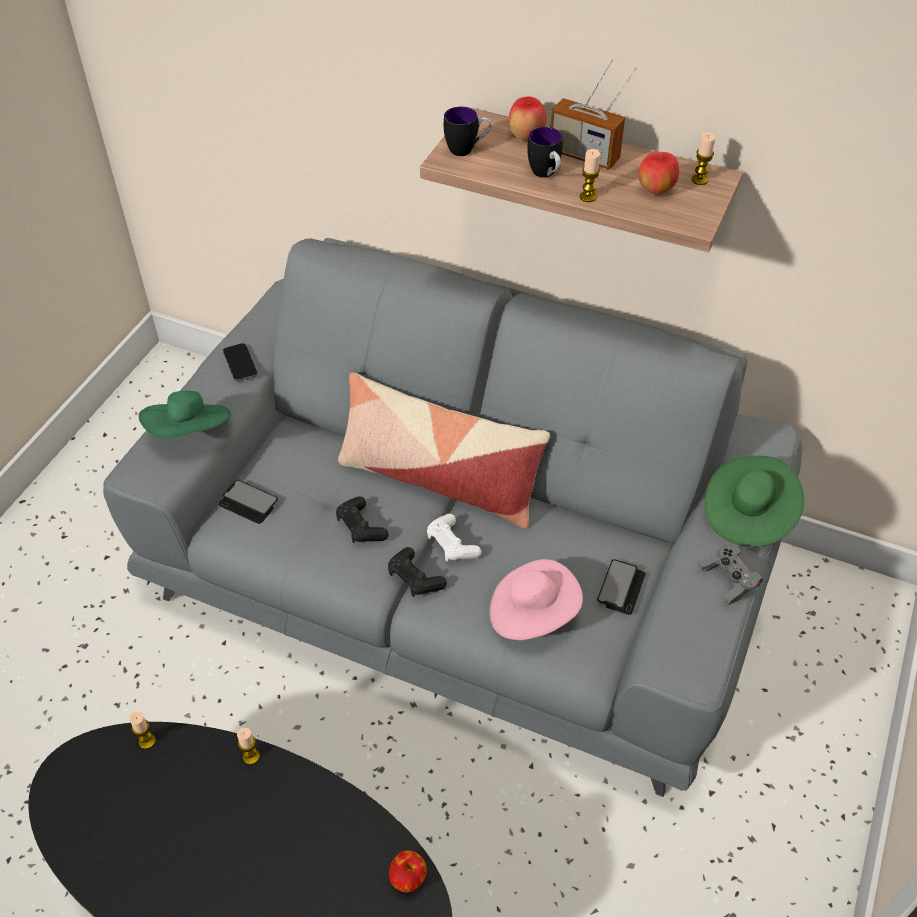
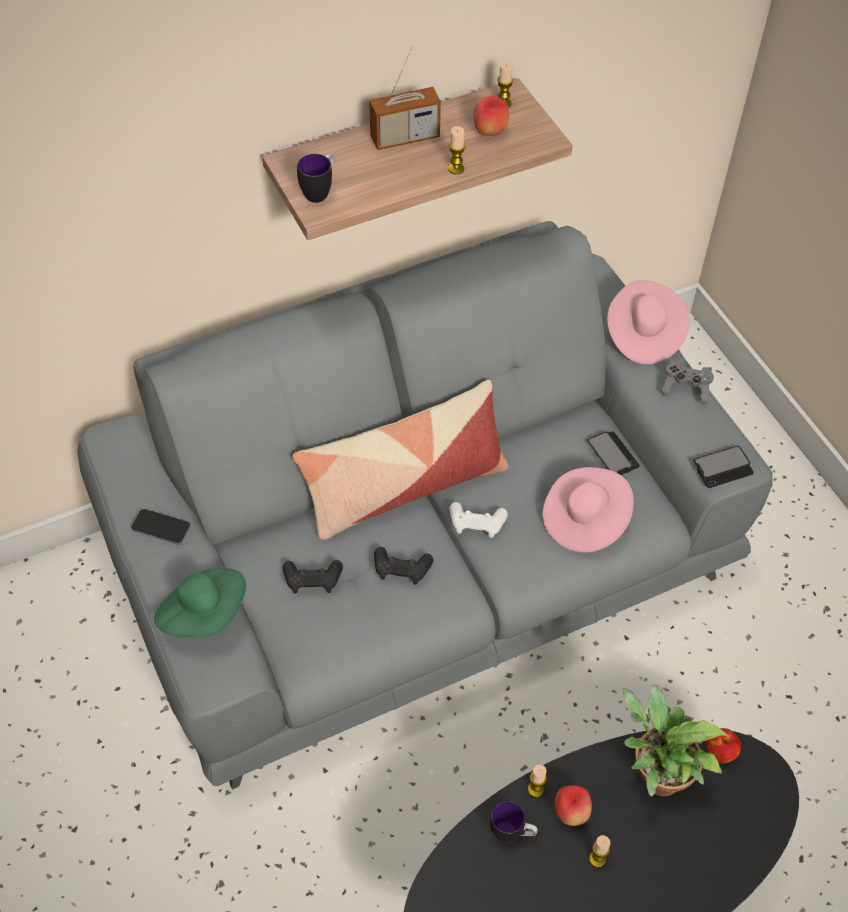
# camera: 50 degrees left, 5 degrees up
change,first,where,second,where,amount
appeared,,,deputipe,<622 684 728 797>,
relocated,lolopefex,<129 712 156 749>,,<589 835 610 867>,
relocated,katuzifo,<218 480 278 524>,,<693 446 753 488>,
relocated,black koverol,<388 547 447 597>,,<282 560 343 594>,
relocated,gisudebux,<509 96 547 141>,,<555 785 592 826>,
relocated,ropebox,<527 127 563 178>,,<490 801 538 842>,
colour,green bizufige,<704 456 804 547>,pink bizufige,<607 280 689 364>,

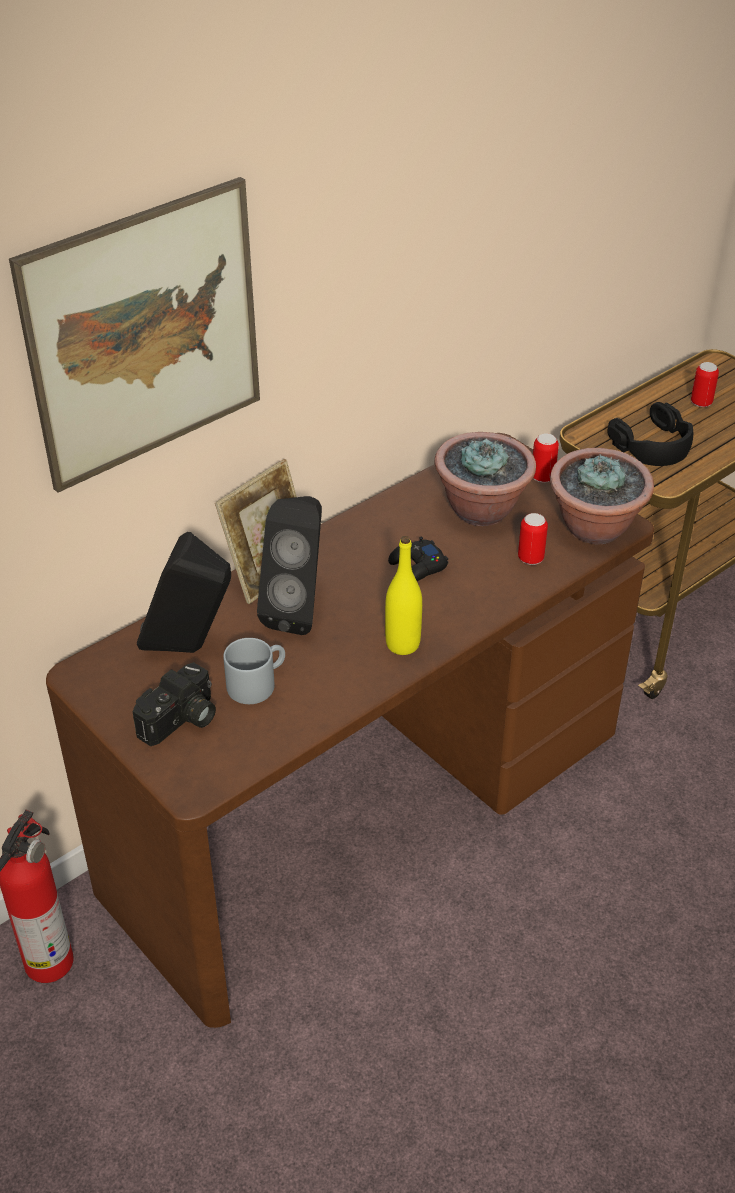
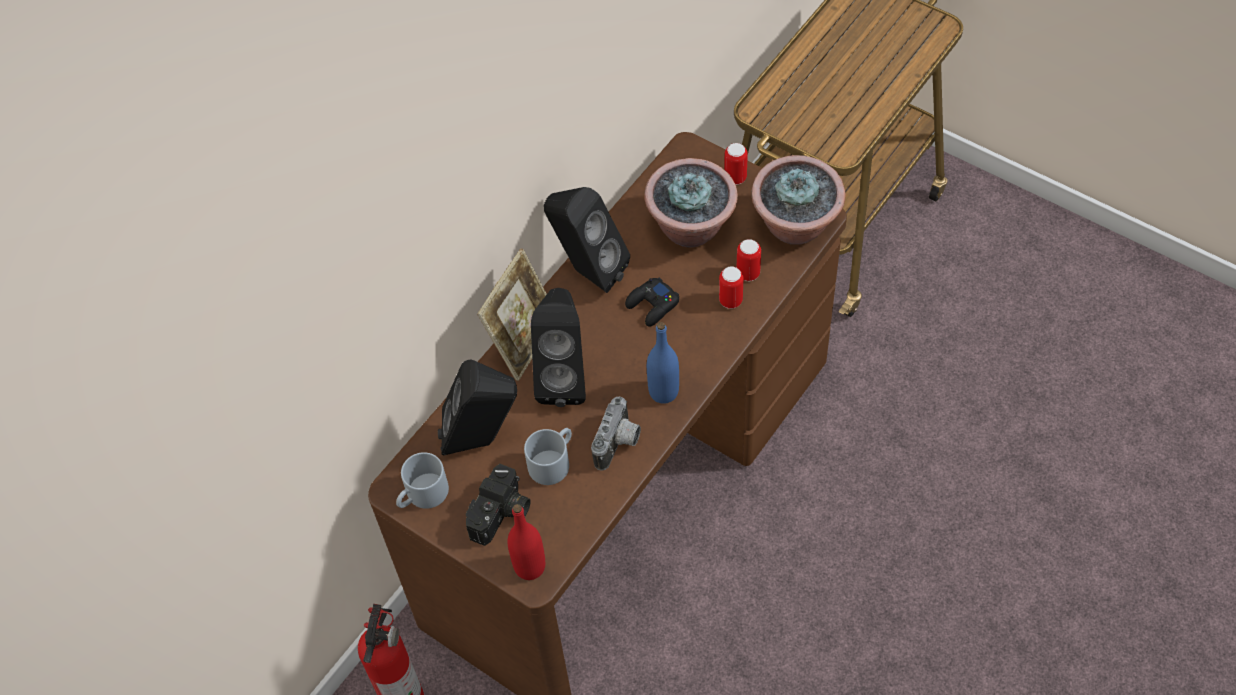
# camera: 10 degrees left, 15 degrees up
change,first,where,second,where,amount
missing,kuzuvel,<9 177 260 493>,,,
missing,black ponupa,<607 402 693 466>,,,
appeared,,,grey ropebox,<396 452 449 509>,
appeared,,,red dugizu,<507 504 545 580>,
appeared,,,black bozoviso,<544 187 630 293>,
appeared,,,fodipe,<591 397 641 471>,
relocated,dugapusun,<691 362 719 407>,,<719 266 744 309>,
colour,yellow dugizu,<385 536 422 655>,blue dugizu,<647 322 679 404>,

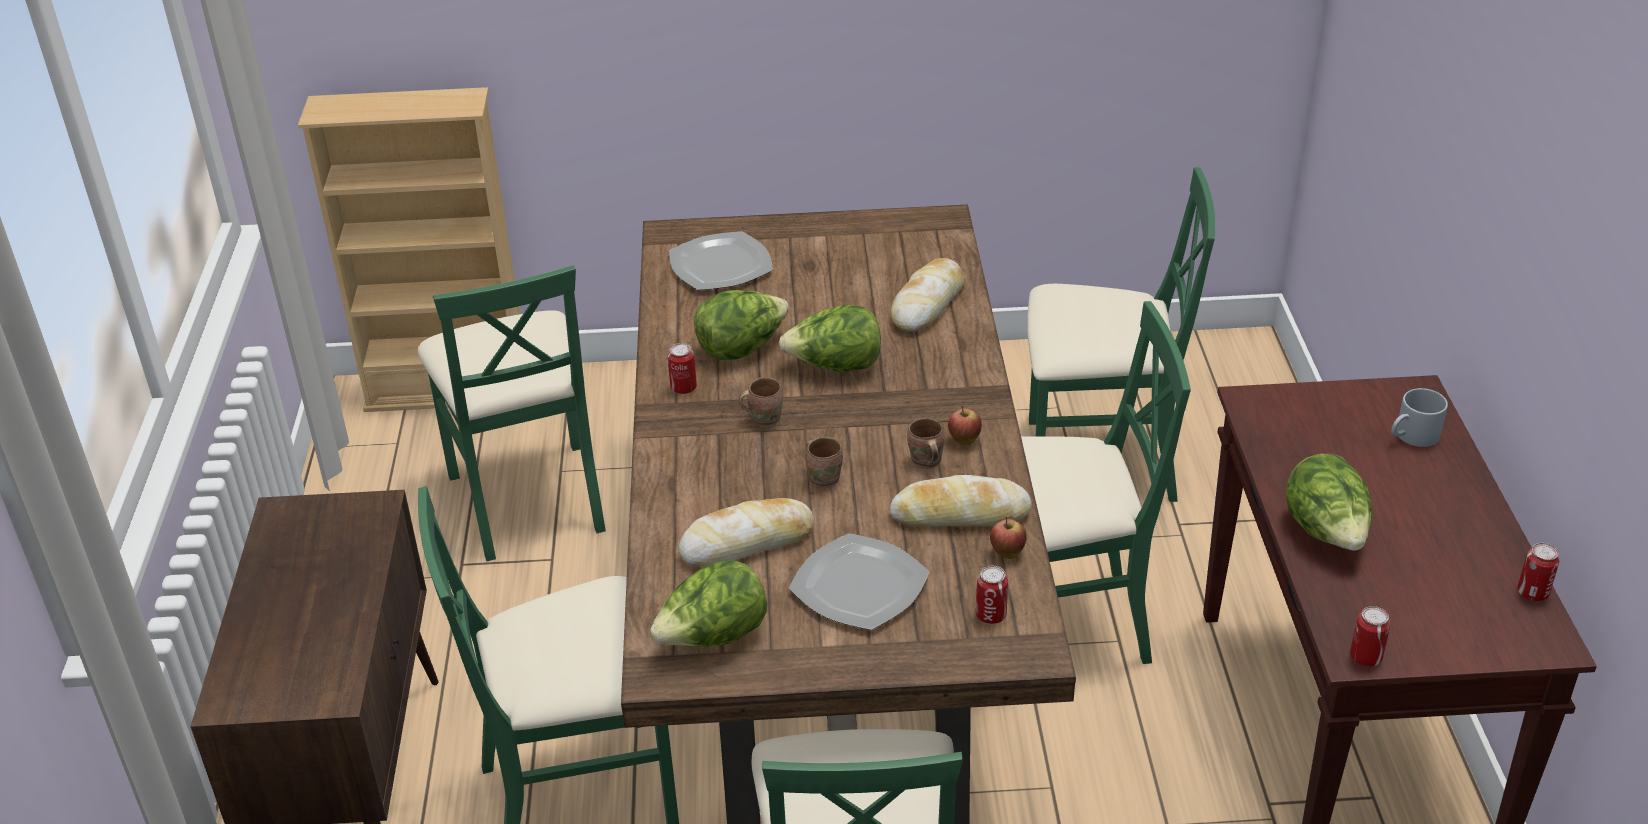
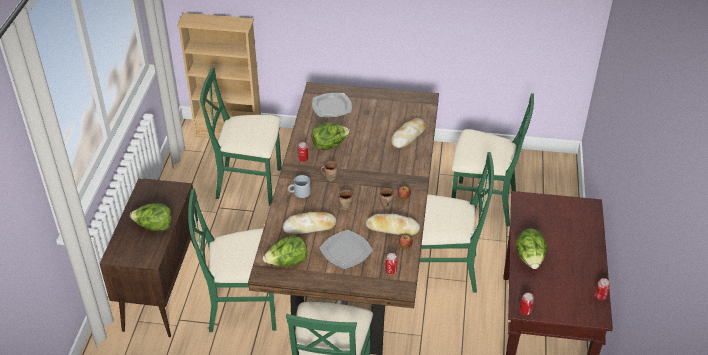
# camera: 10 degrees right, 5 degrees up
change,first,where,second,where,amount
relocated,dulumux,<779 305 881 372>,,<130 203 172 231>,
relocated,grey ropebox,<1391 388 1448 447>,,<288 175 311 198>,
spun,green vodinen,<418 265 606 561>,,<200 68 281 206>,105 degrees clockwise

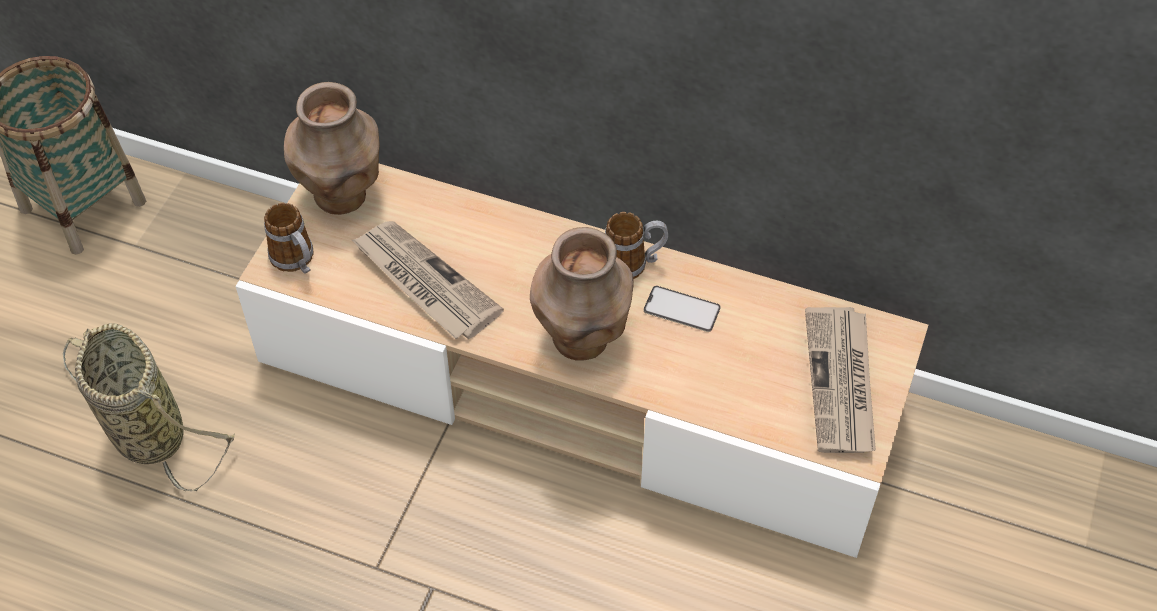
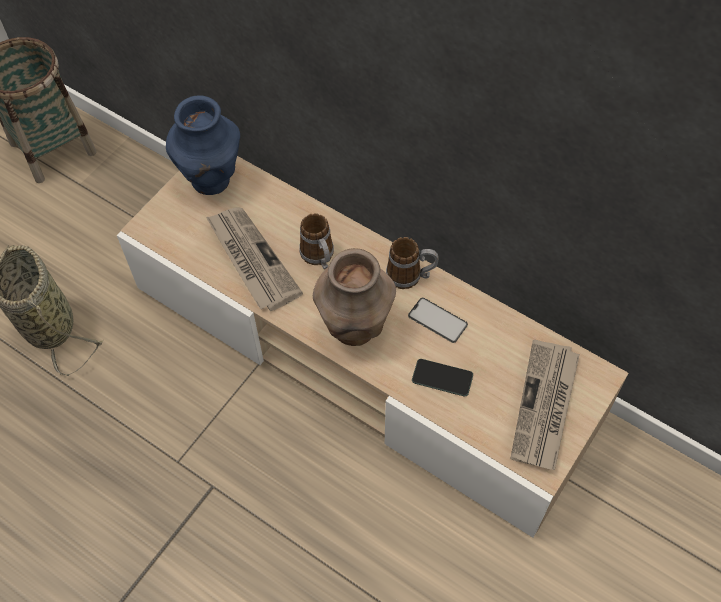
# camera: 15 degrees right, 5 degrees up
change,first,where,second,where,amount
appeared,,,katuzifo,<412 359 473 397>,
relocated,ropebox,<264 203 314 274>,,<299 213 334 269>,
colour,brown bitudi,<284 82 380 215>,blue bitudi,<166 95 240 195>,

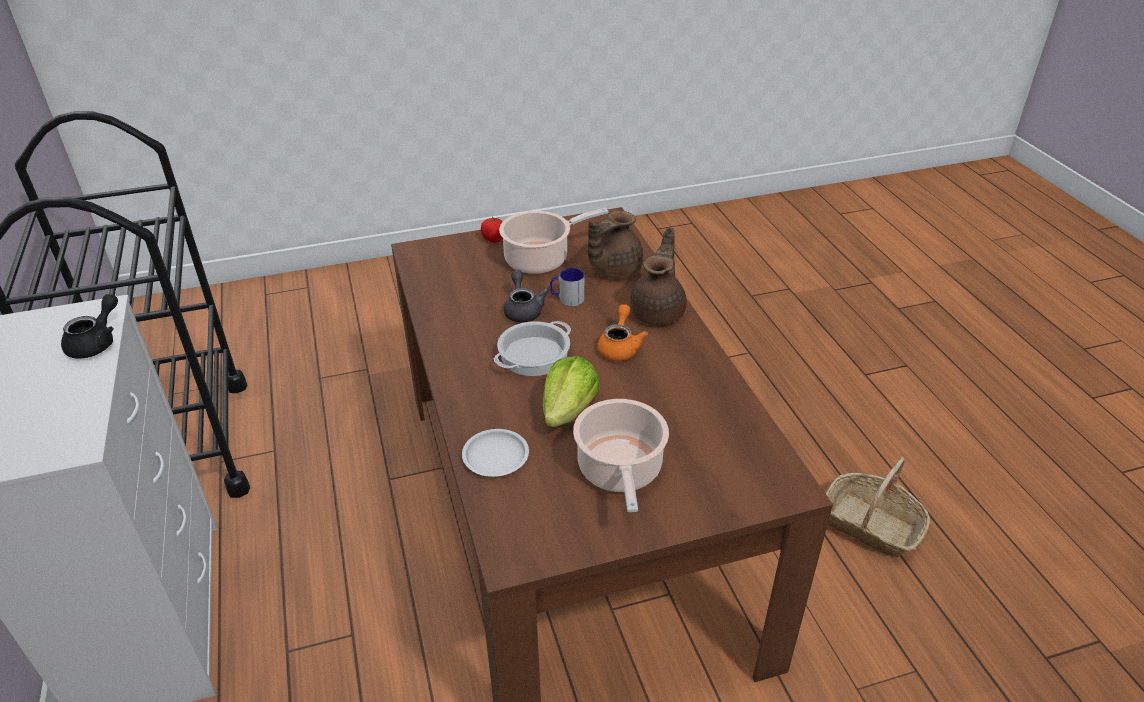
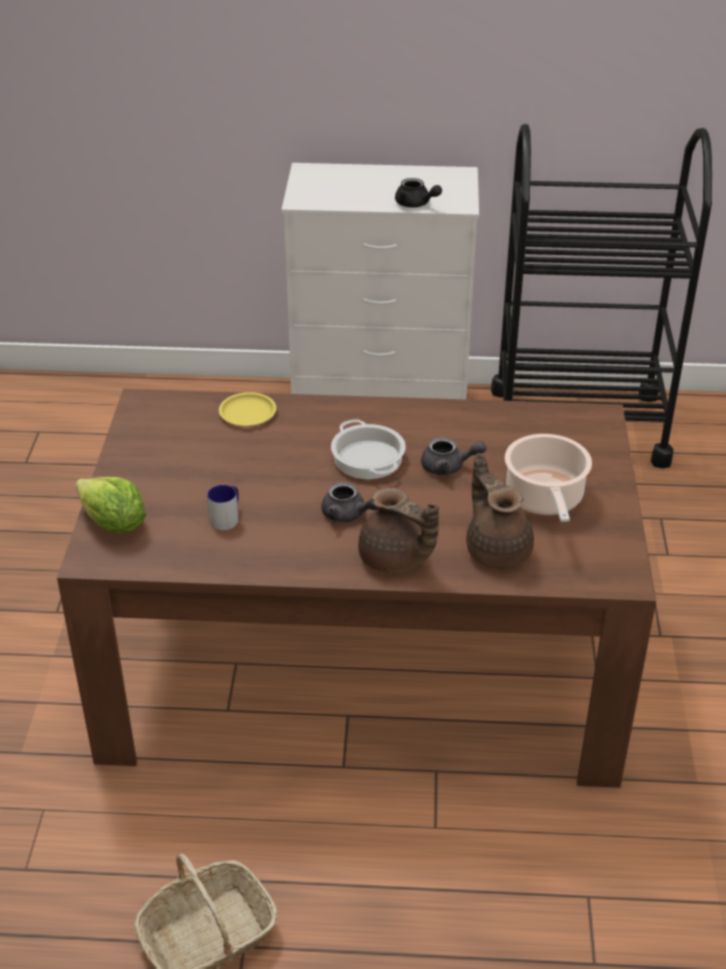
# camera: 110 degrees right, 0 degrees up
change,first,where,second,where,amount
missing,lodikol,<481 217 503 243>,,,
missing,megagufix,<573 399 669 512>,,,
relocated,dulumux,<543 356 600 427>,,<75 477 146 533>,
relocated,ropebox,<550 268 584 306>,,<207 485 239 530>,
colour,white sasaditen,<462 429 529 477>,yellow sasaditen,<219 392 276 426>,
colour,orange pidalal,<597 304 648 361>,grey pidalal,<321 482 379 522>,

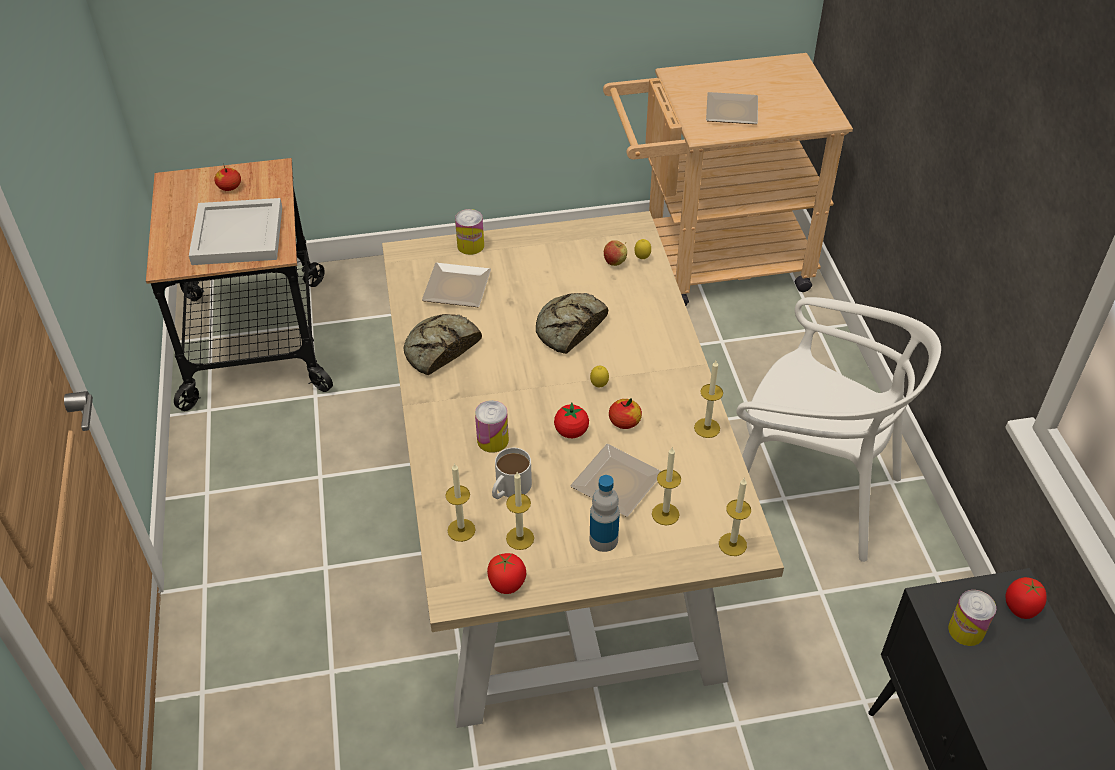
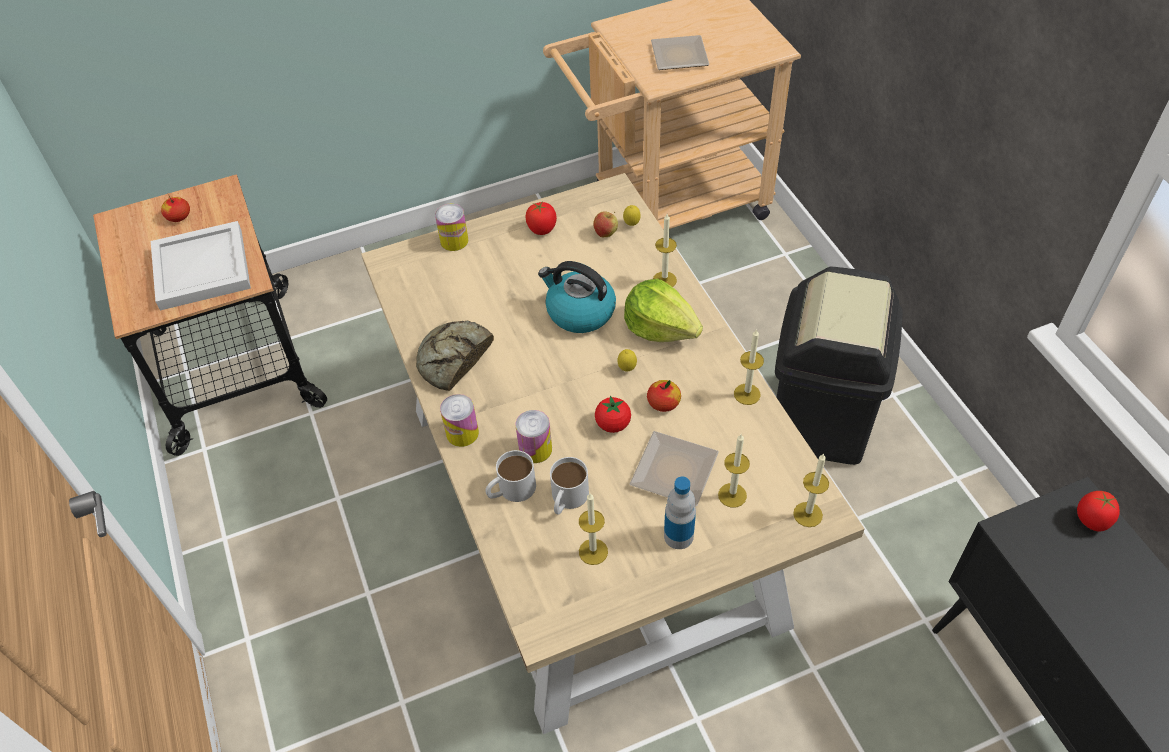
# camera: 10 degrees left, 5 degrees up
change,first,where,second,where,amount
missing,sasaditen,<422 263 491 307>,,,
appeared,,,white ropebox,<485 450 536 502>,
appeared,,,dulumux,<624 278 703 342>,
relocated,lolopefex,<445 463 476 542>,,<653 214 677 287>,
relocated,lodikol,<487 553 526 594>,,<525 202 557 235>,
relocated,dugapusun,<948 590 996 646>,,<440 394 479 447>,
exchanged,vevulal,<536 293 608 354>,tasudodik,<538 261 616 333>,
exchanged,white vodinen,<736 297 941 562>,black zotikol,<775 267 903 465>,

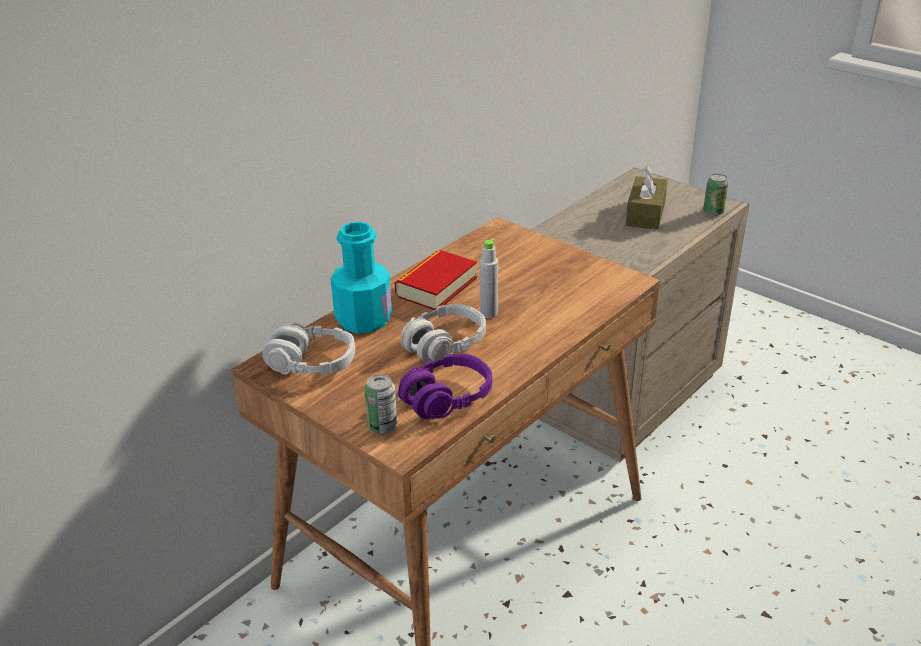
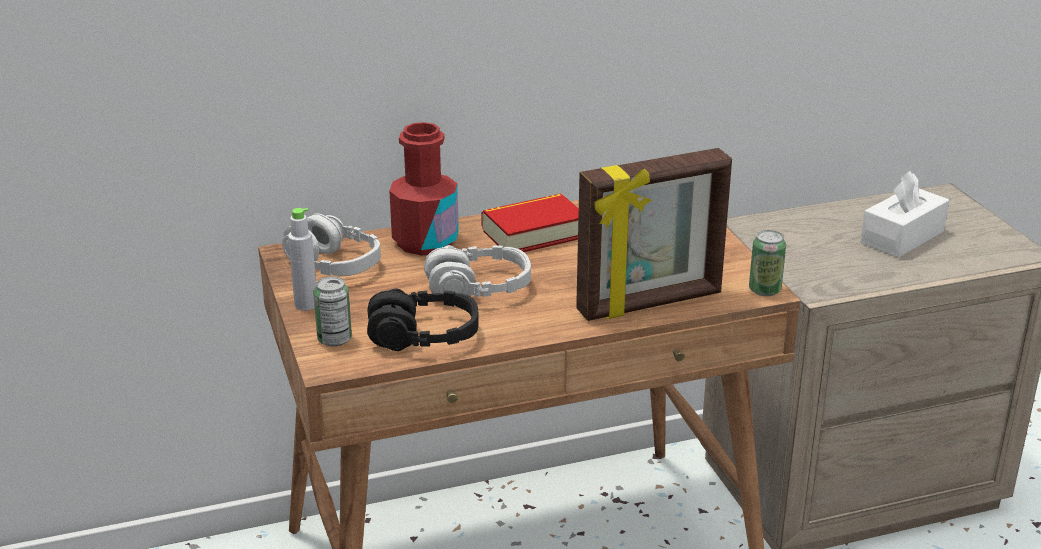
# camera: 30 degrees right, 5 degrees down
change,first,where,second,where,amount
appeared,,,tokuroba,<576 148 732 321>,
relocated,grey dugizu,<480 239 498 318>,,<288 208 316 311>,
relocated,dugapusun,<703 174 728 216>,,<749 230 786 296>,
colour,turquoise dugizu,<331 222 392 334>,red dugizu,<389 122 459 255>,
colour,purple ponupa,<398 354 492 419>,black ponupa,<367 288 479 351>,
colour,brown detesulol,<626 166 668 230>,white detesulol,<860 171 949 258>,

